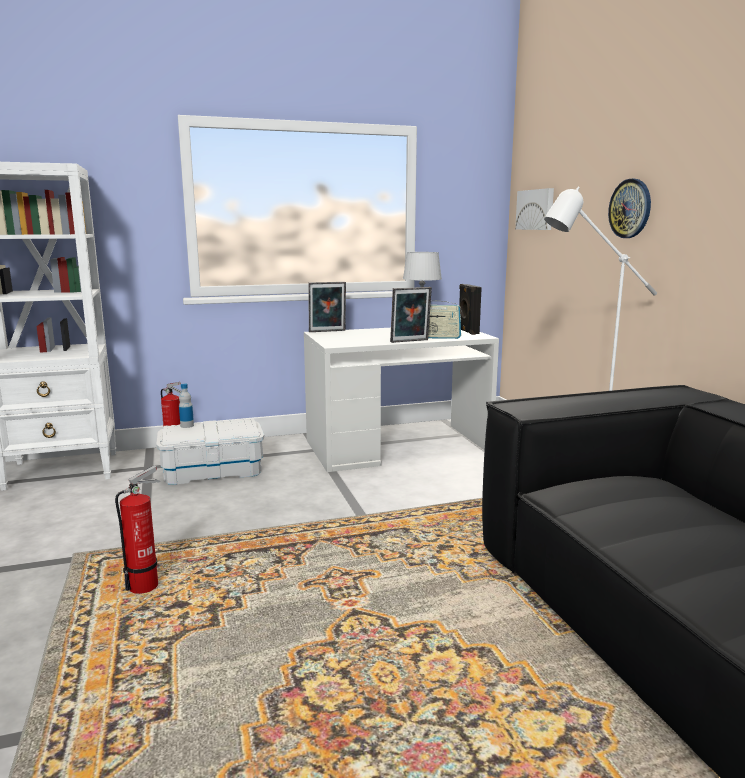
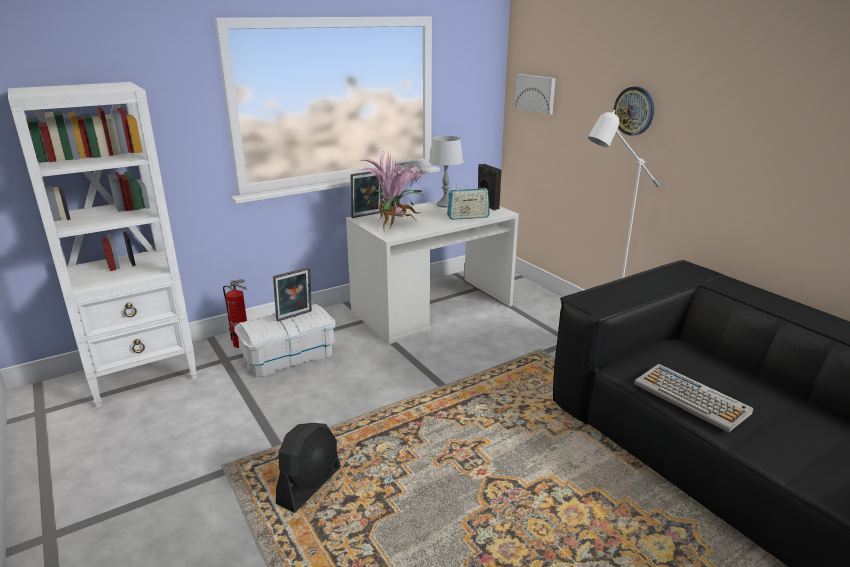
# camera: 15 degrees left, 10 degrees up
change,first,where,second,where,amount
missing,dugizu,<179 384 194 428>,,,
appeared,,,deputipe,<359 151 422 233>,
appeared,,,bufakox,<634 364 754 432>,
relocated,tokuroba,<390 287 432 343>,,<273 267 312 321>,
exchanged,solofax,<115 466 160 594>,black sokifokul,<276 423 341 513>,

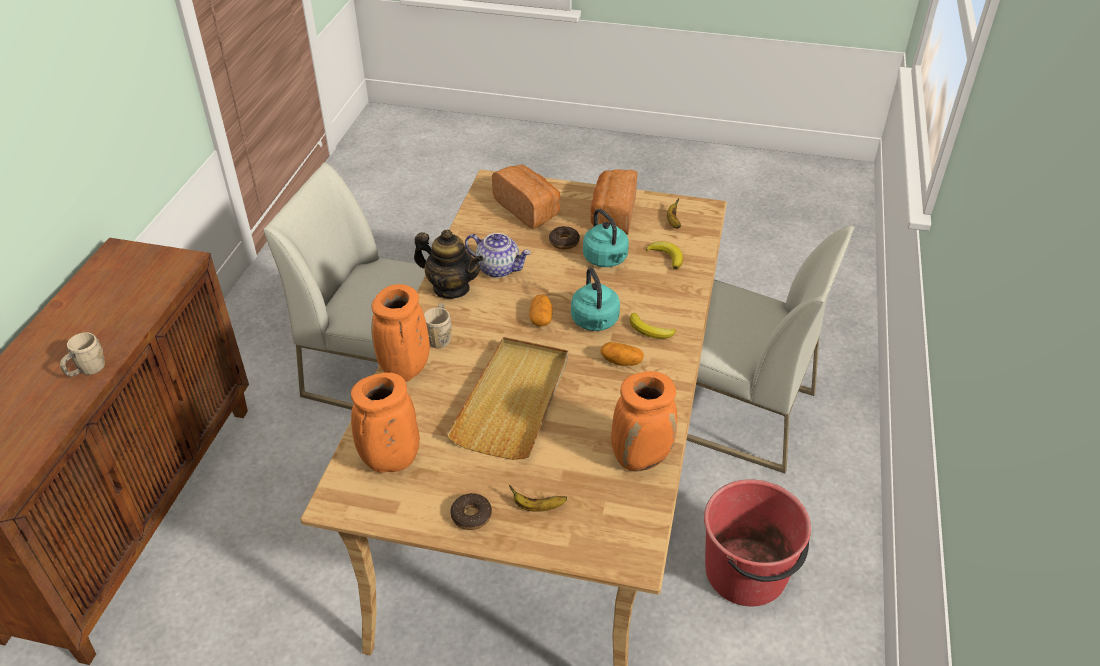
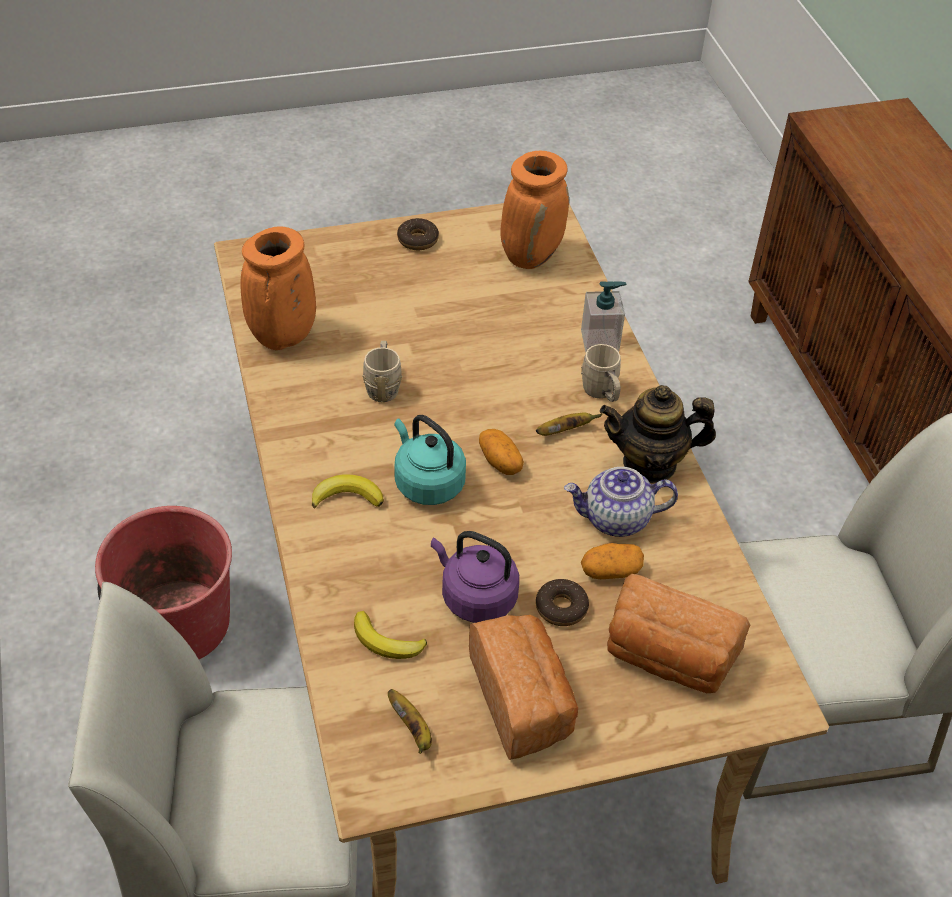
# camera: 150 degrees right, 5 degrees up
change,first,where,second,where,amount
missing,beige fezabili,<447 337 568 460>,,,
relocated,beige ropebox,<60 332 105 377>,,<362 341 402 402>,
relocated,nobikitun,<509 485 567 512>,,<536 413 603 436>,
relocated,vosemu,<601 342 644 366>,,<581 543 644 579>,
exchanged,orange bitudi,<371 284 430 382>,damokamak,<581 281 627 352>,
colour,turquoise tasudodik,<583 209 629 267>,purple tasudodik,<431 531 519 623>,

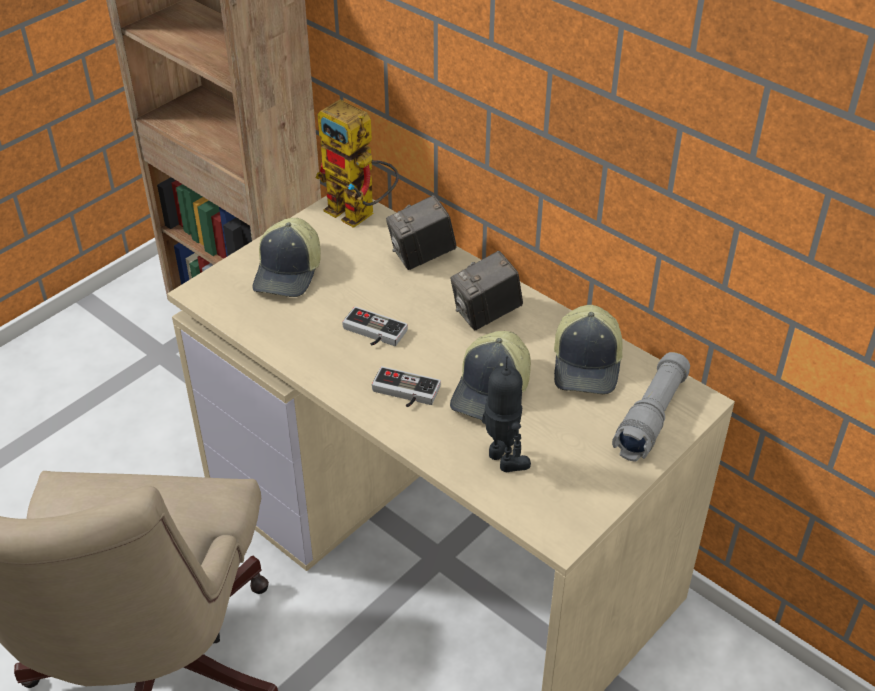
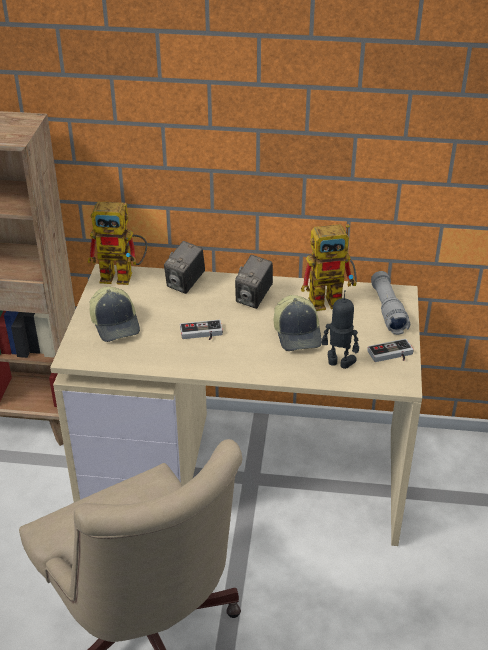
# camera: 35 degrees left, 5 degrees down
change,first,where,second,where,amount
relocated,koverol,<372 366 441 407>,,<367 339 414 362>,
exchanged,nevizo,<554 305 623 394>,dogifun,<301 224 357 311>,

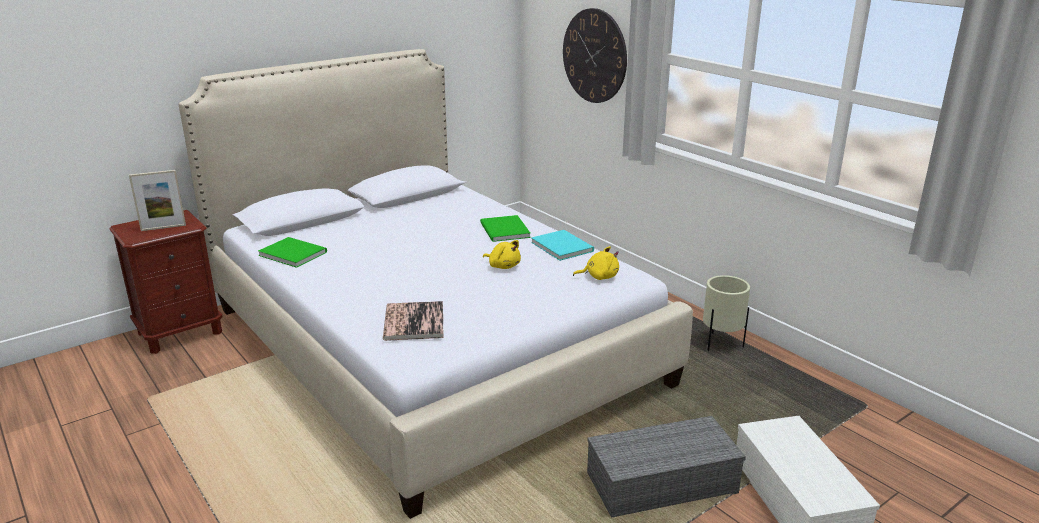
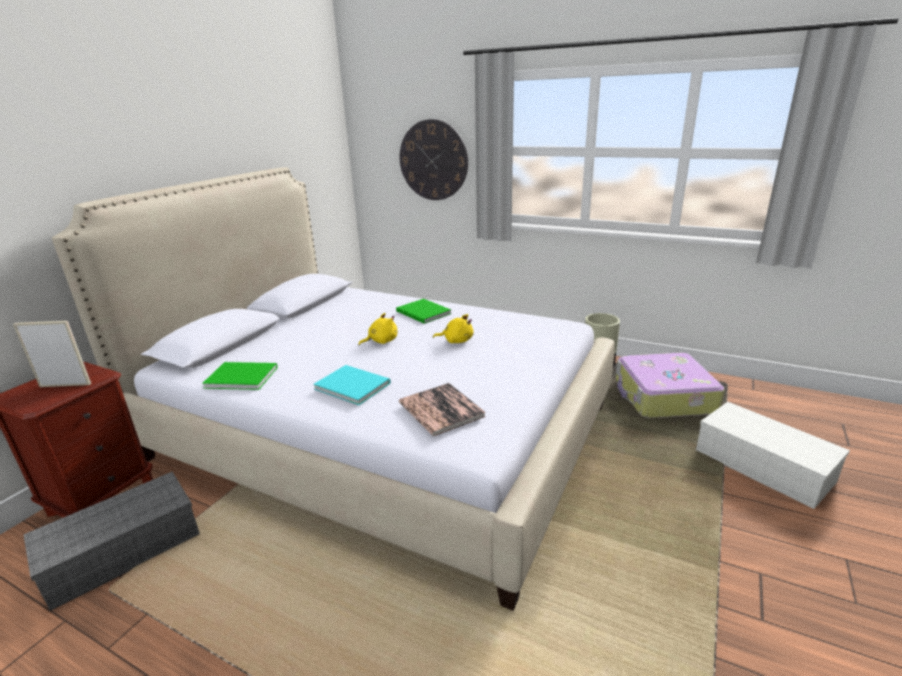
# camera: 25 degrees left, 0 degrees up
change,first,where,second,where,amount
appeared,,,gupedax,<616 353 725 418>,
relocated,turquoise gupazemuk,<531 230 594 261>,,<314 365 391 405>,
relocated,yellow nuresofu,<573 246 619 280>,,<358 313 398 345>,
relocated,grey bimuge,<587 416 746 518>,,<23 472 200 611>,
spun,tokuroba,<129 170 186 231>,,<13 321 91 387>,135 degrees counterclockwise

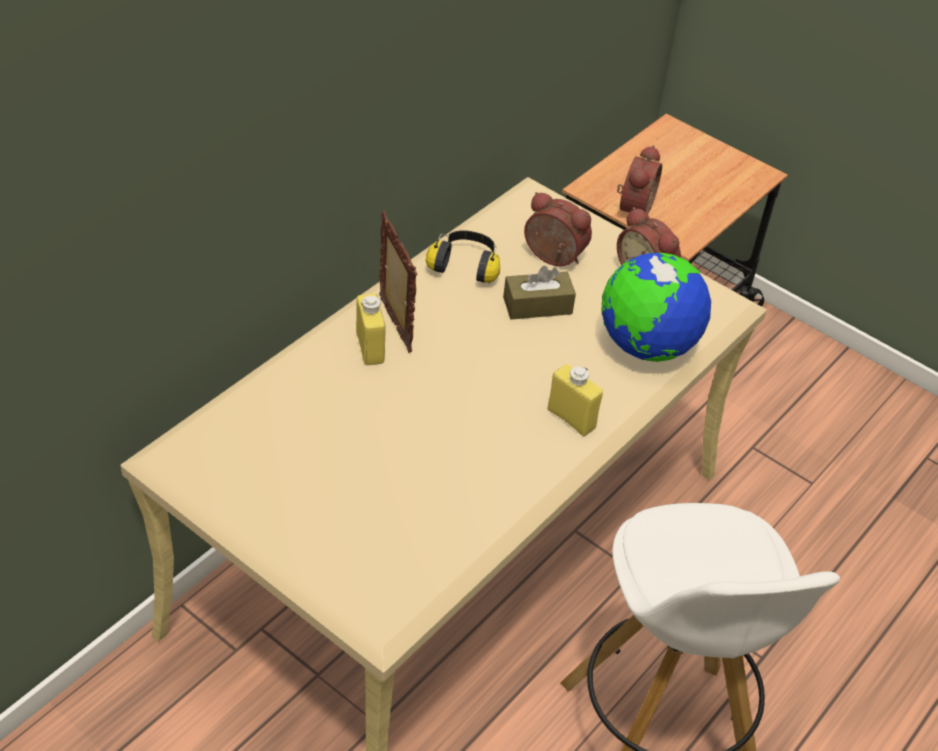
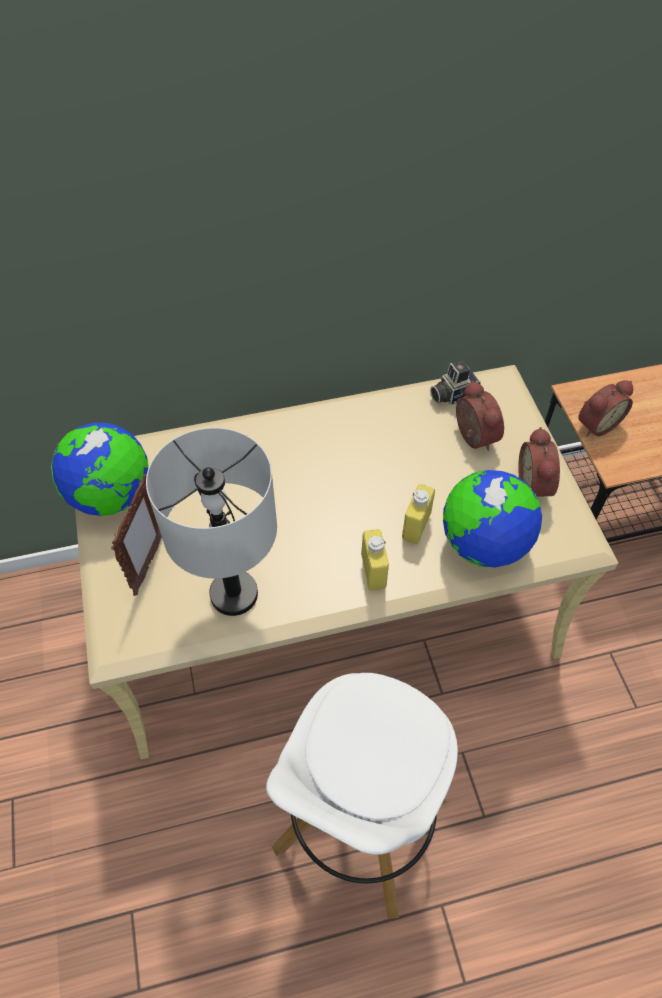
# camera: 40 degrees right, 10 degrees up
change,first,where,second,where,amount
missing,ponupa,<426 230 500 283>,,,
missing,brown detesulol,<503 266 576 320>,,,
appeared,,,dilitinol,<51 423 149 516>,
appeared,,,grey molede,<146 428 277 616>,
appeared,,,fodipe,<430 361 481 406>,
relocated,yellow dugizu,<356 294 386 365>,,<402 484 435 544>,
relocated,tokuroba,<379 211 417 353>,,<111 474 162 596>,

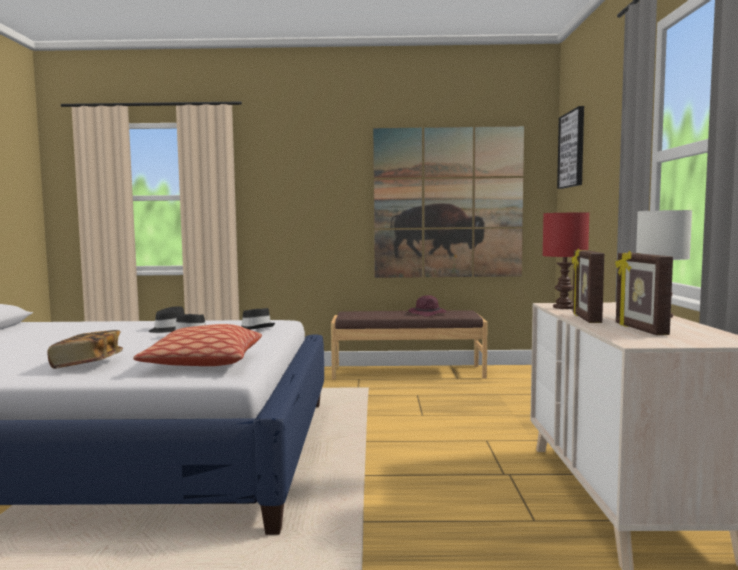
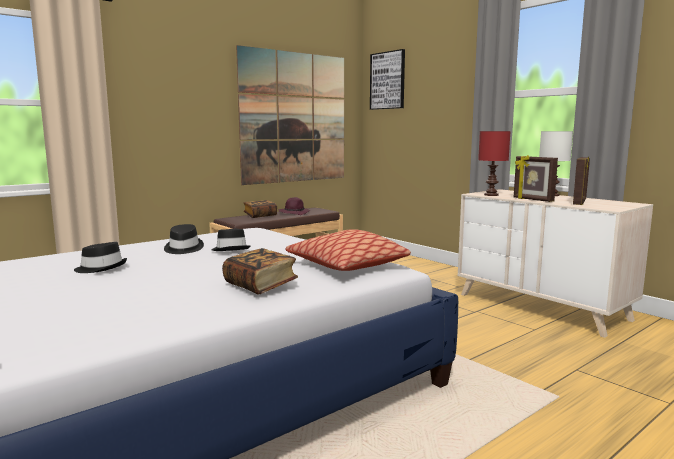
# camera: 40 degrees left, 5 degrees up
change,first,where,second,where,amount
appeared,,,gupazemuk,<243 200 277 218>,
relocated,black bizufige,<241 308 275 330>,,<74 242 127 273>,
spun,tokuroba,<615 251 673 335>,,<573 156 590 205>,105 degrees counterclockwise

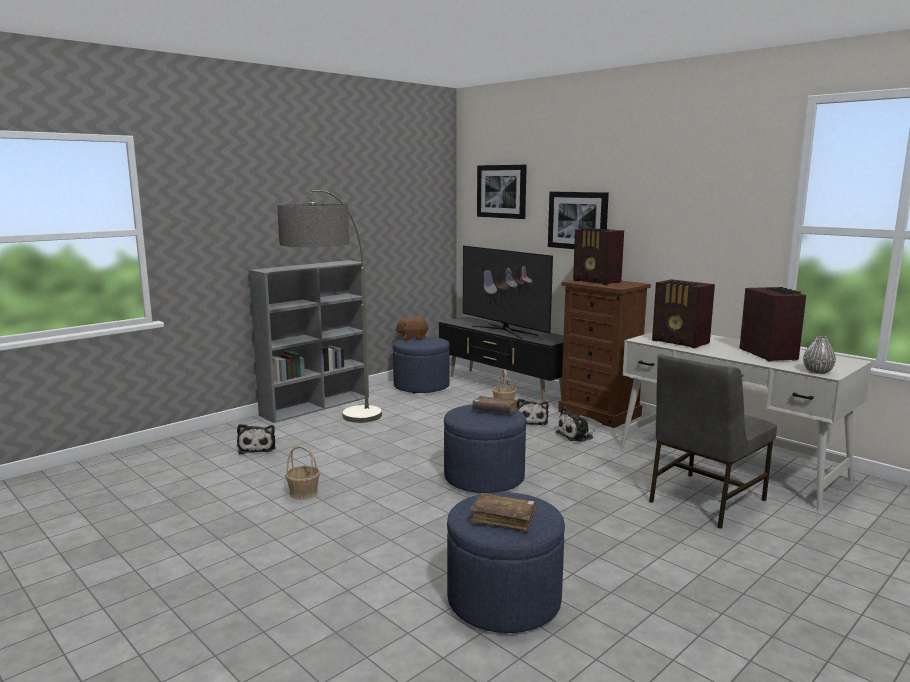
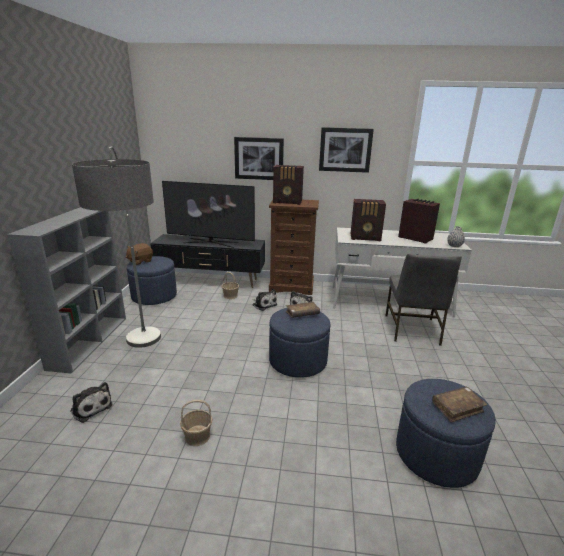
# camera: 40 degrees left, 10 degrees up
change,first,where,second,where,amount
relocated,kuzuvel,<477 165 527 219>,,<319 127 374 173>,

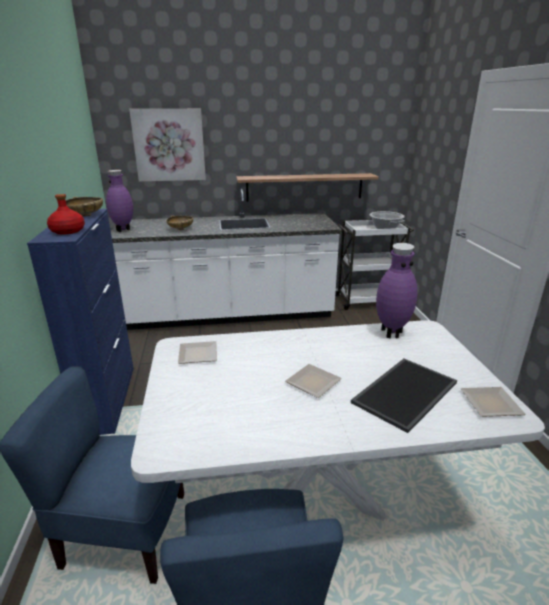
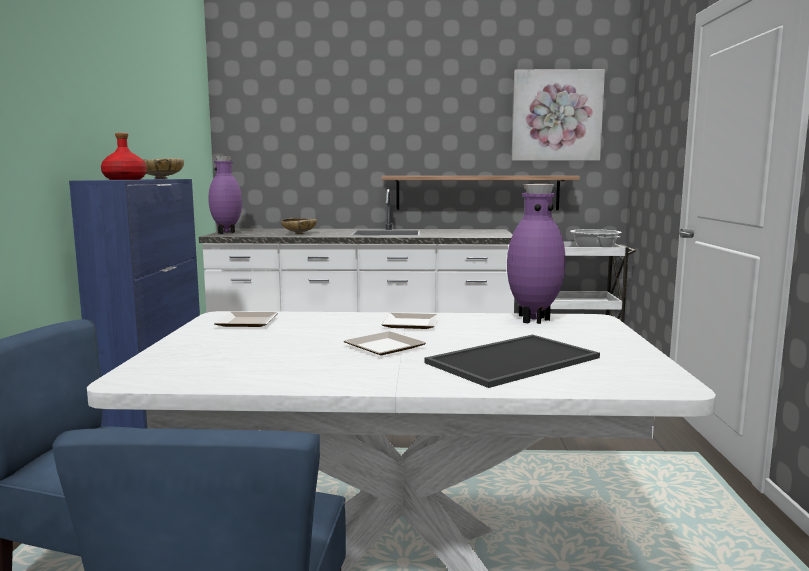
# camera: 10 degrees right, 15 degrees down
change,first,where,second,where,amount
relocated,kuzuvel,<129 109 206 182>,,<512 69 605 161>,
relocated,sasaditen,<460 387 526 417>,,<381 313 438 329>,

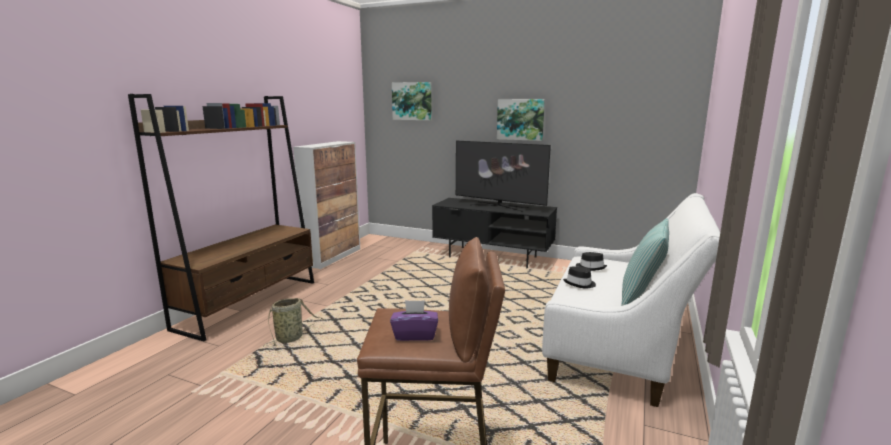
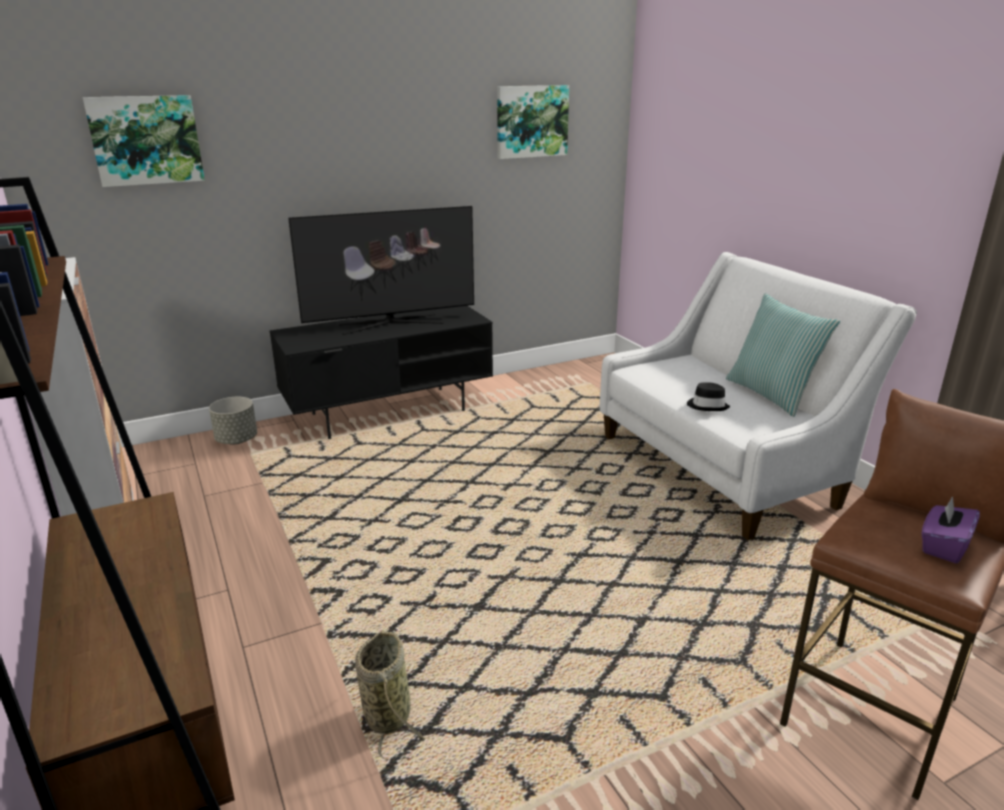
# camera: 50 degrees left, 10 degrees up
change,first,where,second,where,amount
missing,black bizufige,<576 252 607 271>,,,
appeared,,,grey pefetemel,<209 397 257 444>,
relocated,kuzuvel,<497 99 545 141>,,<497 85 569 159>,

